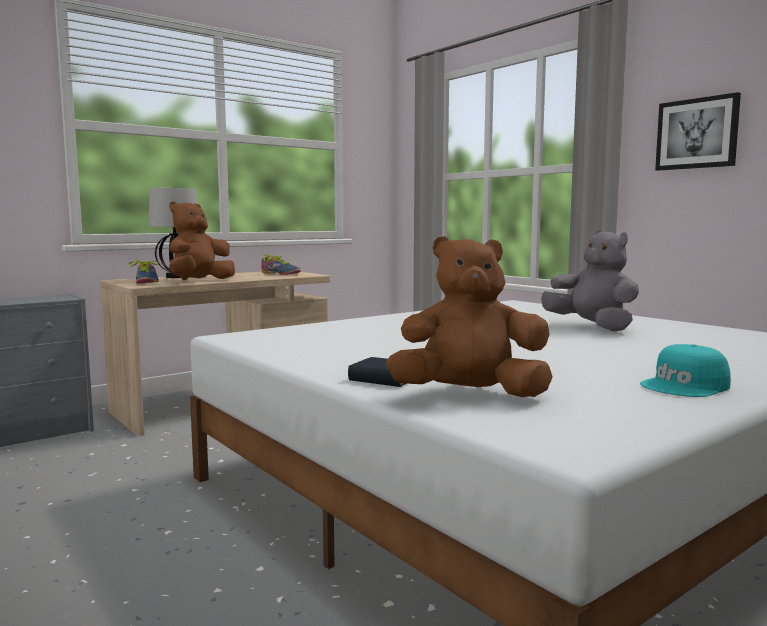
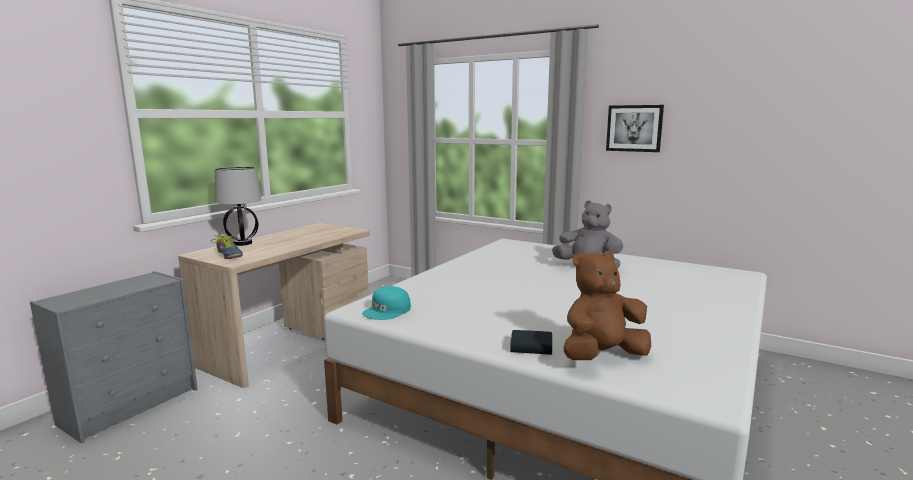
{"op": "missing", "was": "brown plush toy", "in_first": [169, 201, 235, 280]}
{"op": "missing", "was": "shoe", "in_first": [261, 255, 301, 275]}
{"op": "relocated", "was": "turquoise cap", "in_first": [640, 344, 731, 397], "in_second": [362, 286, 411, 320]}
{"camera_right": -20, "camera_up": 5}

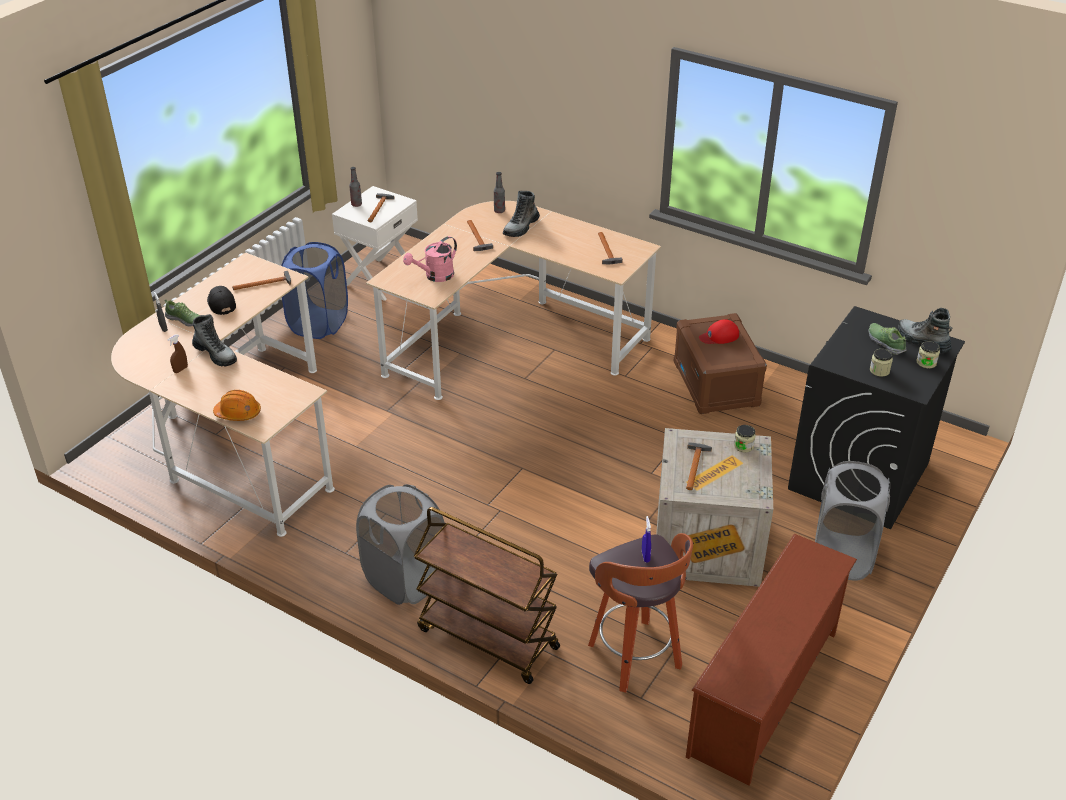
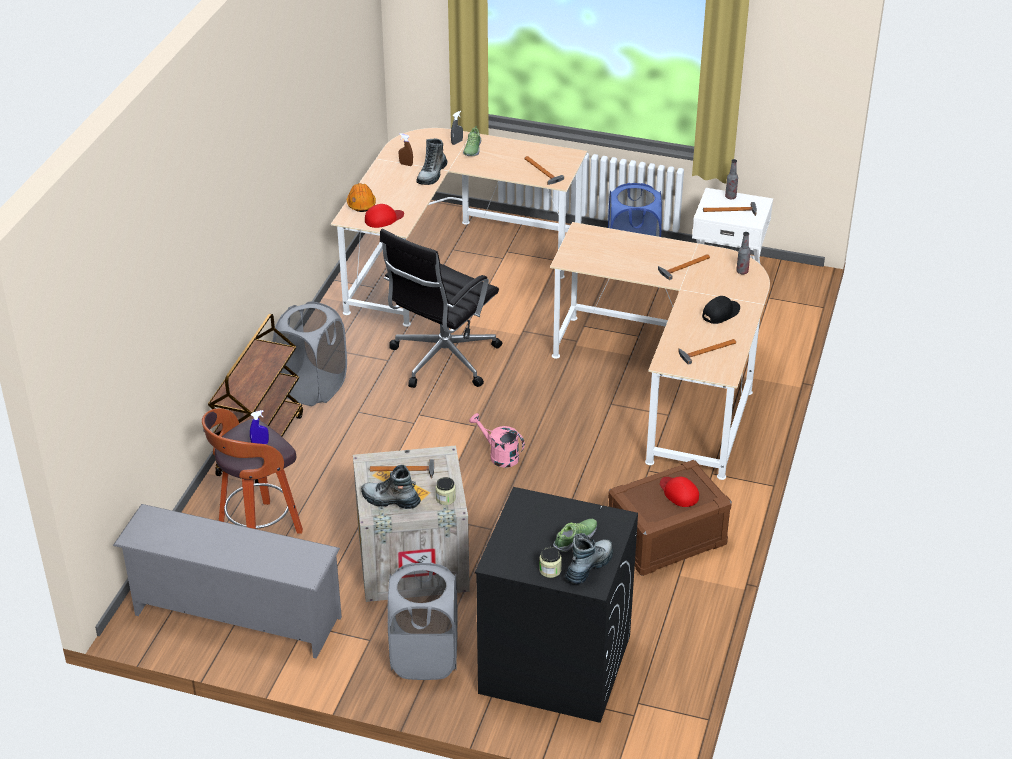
{"op": "missing", "was": "jar", "in_first": [870, 349, 893, 377]}
{"op": "appeared", "now": "red cap", "in_second": [365, 204, 404, 228]}
{"op": "appeared", "now": "black office chair", "in_second": [380, 229, 502, 388]}
{"op": "relocated", "was": "black cap", "in_first": [207, 286, 236, 315], "in_second": [702, 296, 740, 324]}
{"op": "relocated", "was": "pink watering can", "in_first": [403, 236, 457, 282], "in_second": [469, 413, 525, 468]}
{"op": "relocated", "was": "boot", "in_first": [503, 191, 540, 237], "in_second": [361, 465, 421, 509]}
{"op": "colour", "was": "brown shoe rack", "now": "grey shoe rack", "in_first": [686, 534, 857, 786], "in_second": [113, 504, 342, 659]}
{"camera_right": 75, "camera_up": 0}

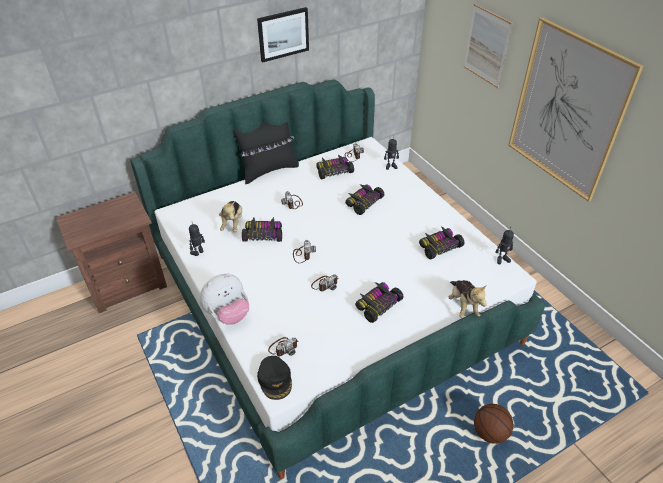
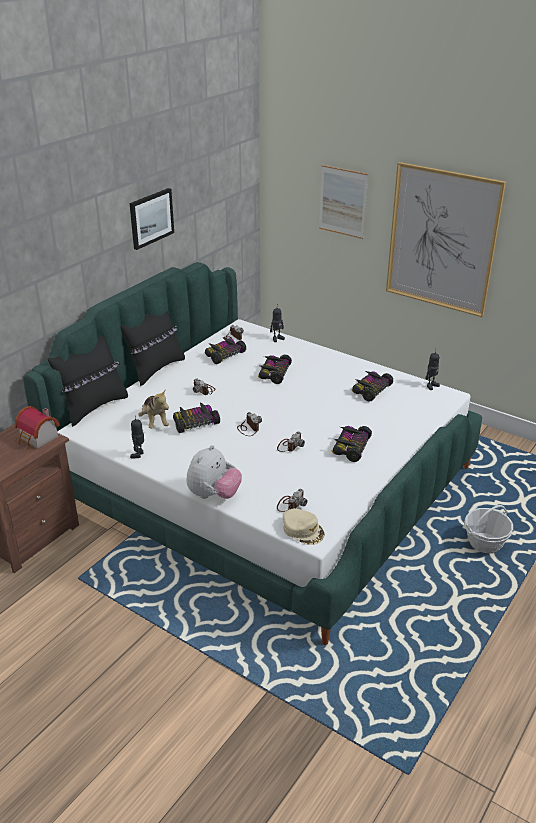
{"op": "missing", "was": "plush toy", "in_first": [449, 280, 487, 318]}
{"op": "appeared", "now": "toy house", "in_second": [15, 406, 60, 450]}
{"op": "appeared", "now": "black pillow", "in_second": [48, 335, 128, 427]}
{"op": "exchanged", "was": "basketball", "now": "basket", "in_first": [474, 404, 514, 444], "in_second": [464, 505, 513, 553]}
{"op": "colour", "was": "black cap", "now": "beige cap", "in_first": [257, 356, 292, 400], "in_second": [283, 508, 325, 545]}
{"camera_right": -25, "camera_up": -10}

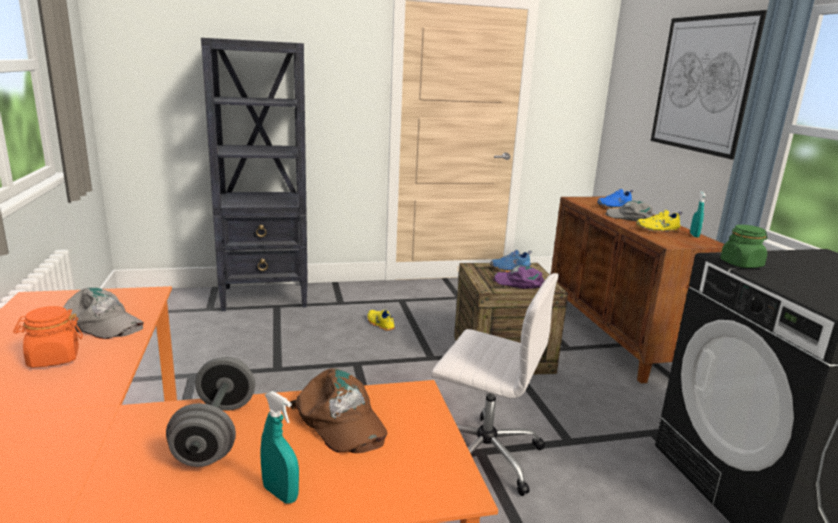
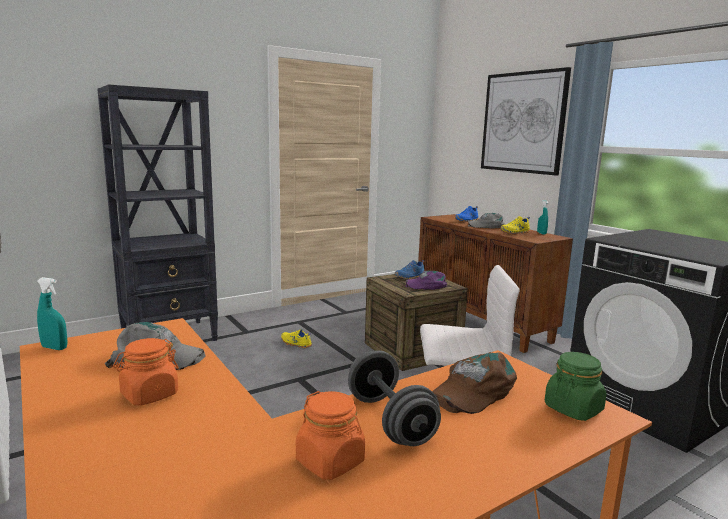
{"op": "appeared", "now": "orange jar", "in_second": [296, 391, 365, 480]}
{"op": "relocated", "was": "turquoise spray bottle", "in_first": [261, 391, 299, 504], "in_second": [37, 277, 67, 350]}
{"op": "relocated", "was": "green jar", "in_first": [720, 225, 767, 268], "in_second": [545, 352, 606, 421]}
{"op": "spun", "was": "brown cap", "in_first": [290, 368, 387, 453], "in_second": [432, 352, 517, 414], "clockwise": 105}
{"camera_right": -20, "camera_up": -5}

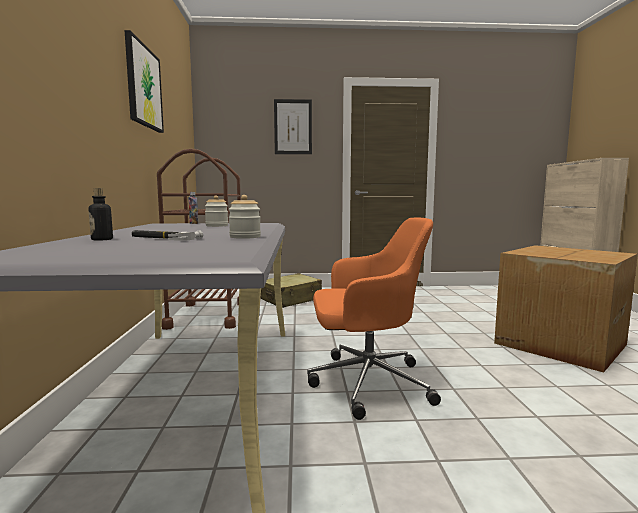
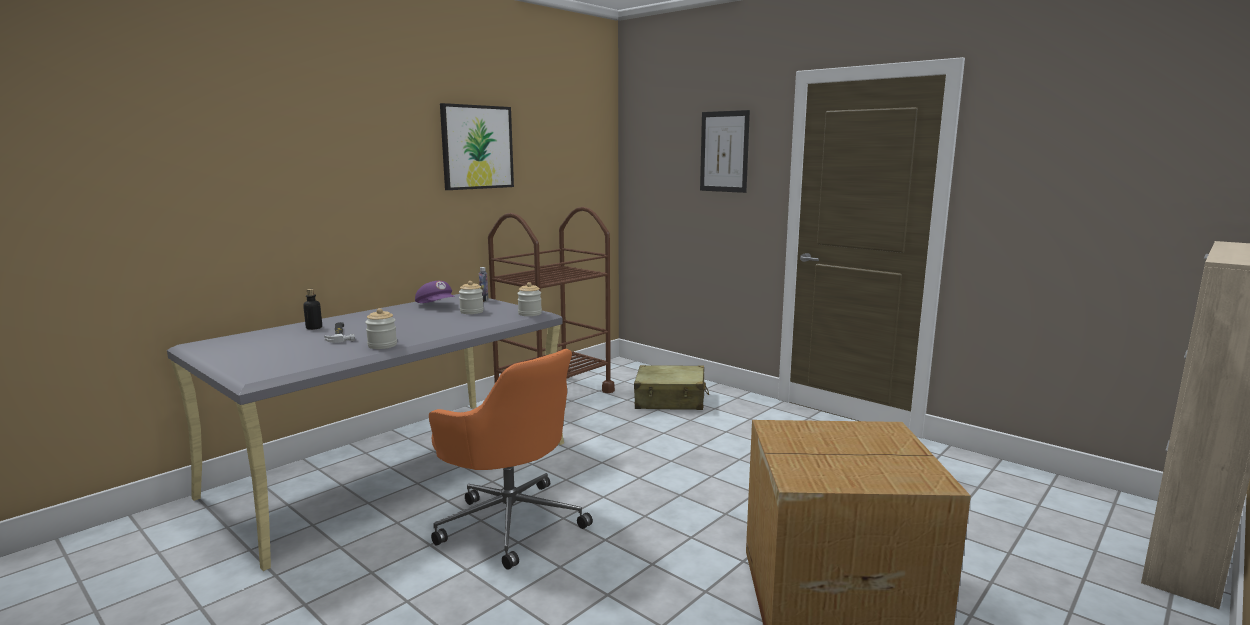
{"op": "appeared", "now": "purple cap", "in_second": [415, 281, 455, 303]}
{"op": "appeared", "now": "jar", "in_second": [517, 282, 542, 316]}
{"camera_right": 45, "camera_up": 5}

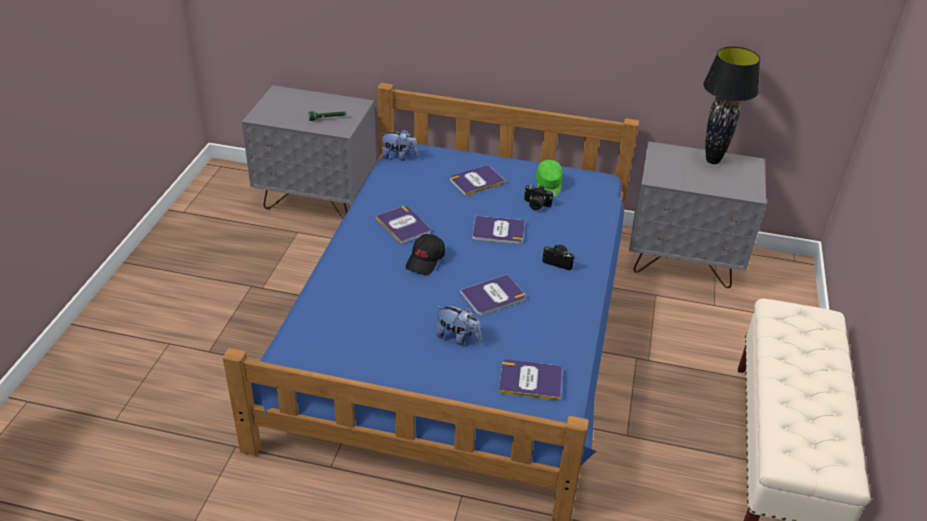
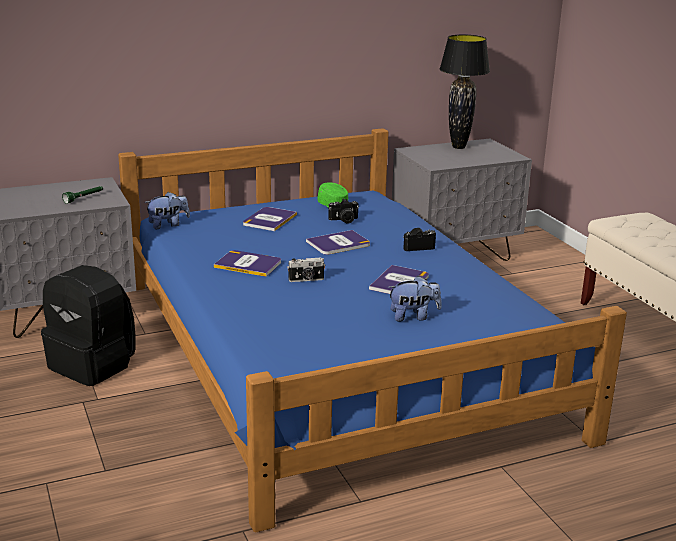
{"op": "missing", "was": "book", "in_first": [499, 360, 562, 400]}
{"op": "appeared", "now": "black backpack", "in_second": [41, 265, 136, 386]}
{"op": "exchanged", "was": "black cap", "now": "photo camera", "in_first": [406, 234, 445, 275], "in_second": [287, 258, 326, 282]}
{"camera_right": -35, "camera_up": -15}

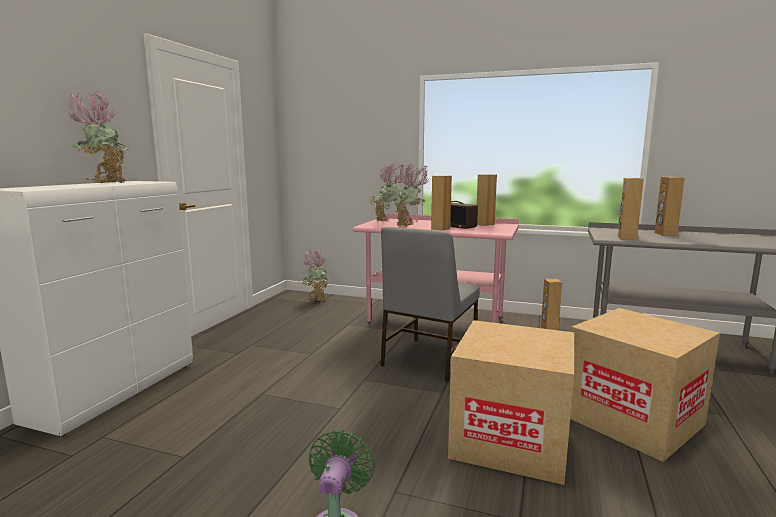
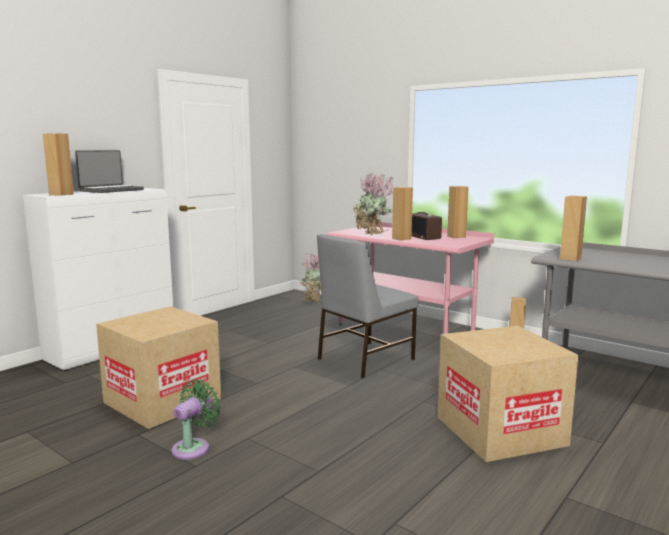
{"op": "relocated", "was": "cardboard box", "in_first": [448, 320, 574, 485], "in_second": [96, 306, 221, 429]}
{"op": "relocated", "was": "brown speaker", "in_first": [655, 177, 685, 236], "in_second": [43, 133, 74, 196]}
{"op": "exchanged", "was": "potted plant", "now": "laptop", "in_first": [67, 92, 128, 183], "in_second": [75, 150, 144, 193]}
{"camera_right": 20, "camera_up": 0}

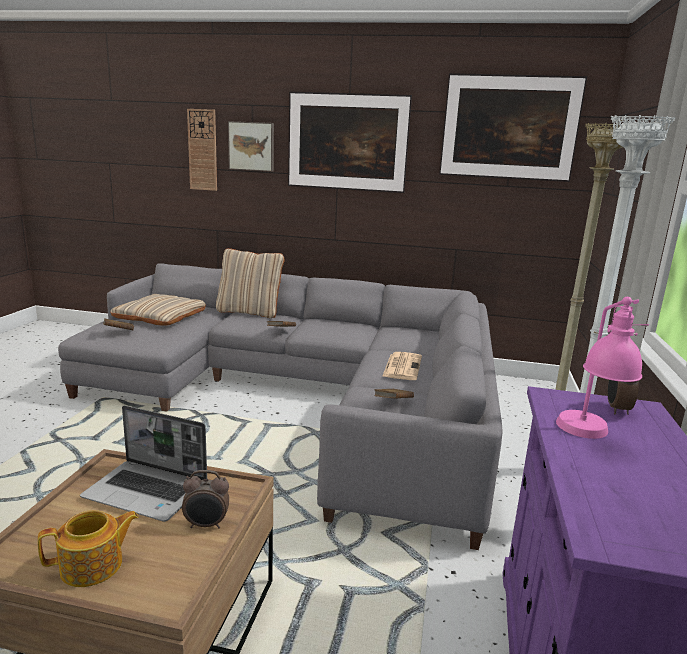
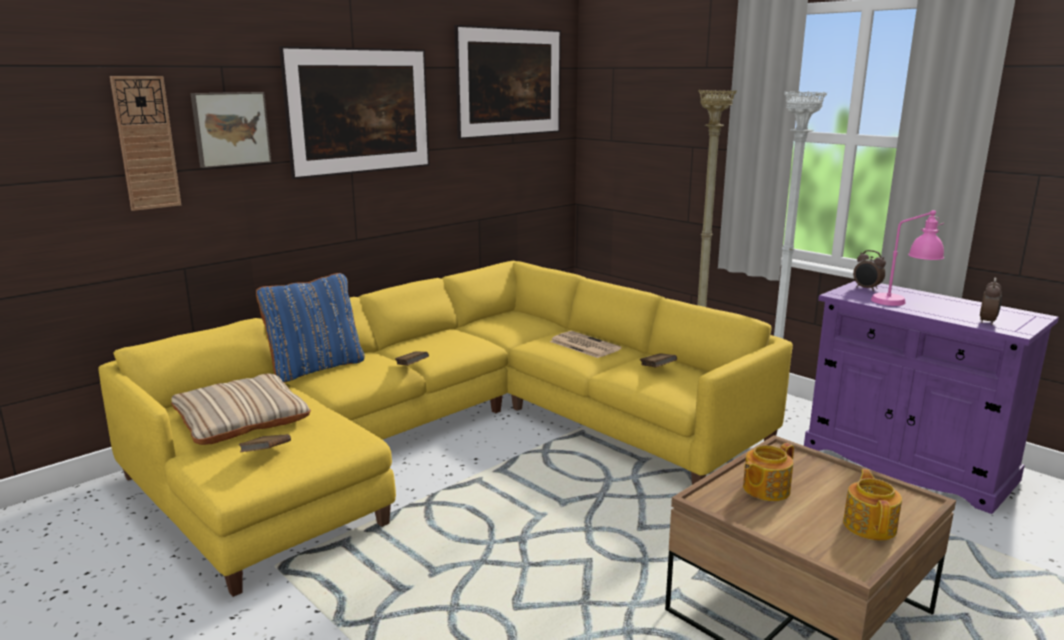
{"op": "relocated", "was": "alarm clock", "in_first": [182, 470, 229, 529], "in_second": [980, 278, 1002, 325]}
{"op": "exchanged", "was": "laptop", "now": "teapot", "in_first": [80, 405, 207, 522], "in_second": [743, 443, 794, 501]}
{"op": "colour", "was": "grey sofa", "now": "yellow sofa", "in_first": [58, 263, 503, 550], "in_second": [98, 261, 793, 597]}
{"op": "colour", "was": "beige pillow", "now": "blue pillow", "in_first": [216, 248, 284, 318], "in_second": [256, 273, 365, 383]}
{"camera_right": -55, "camera_up": 0}

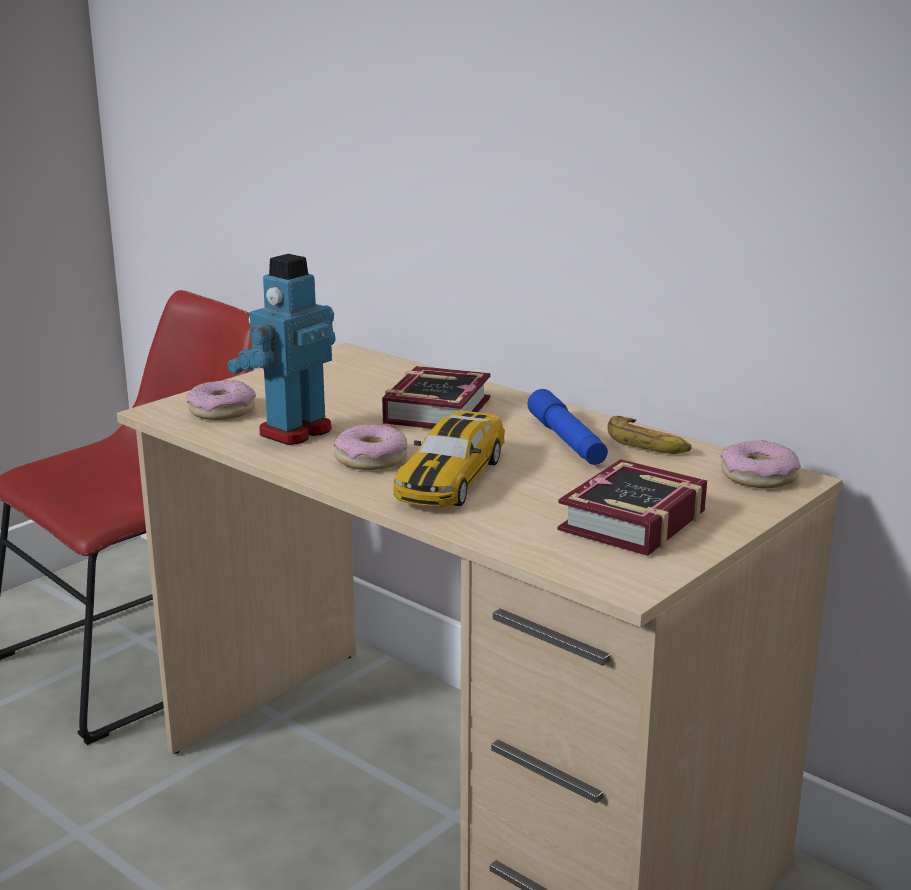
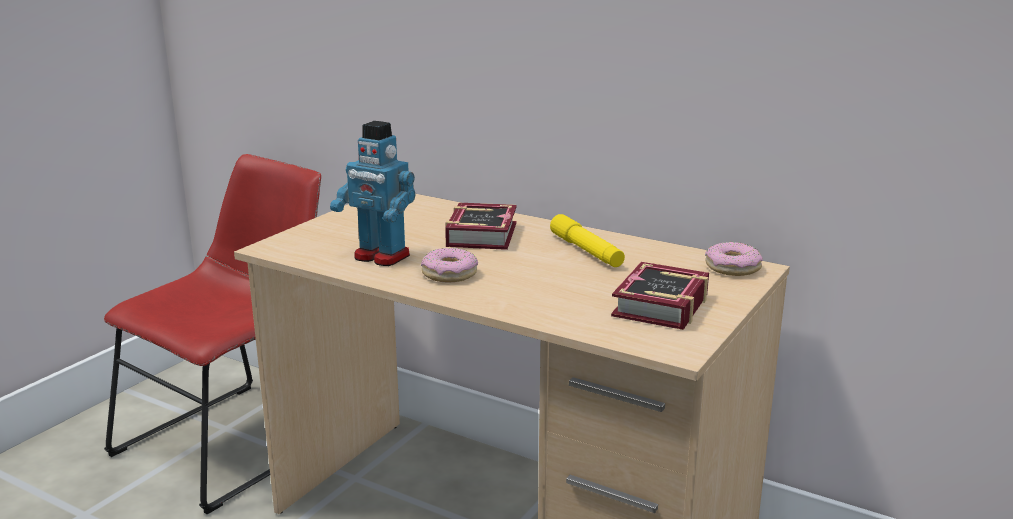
{"op": "missing", "was": "donut", "in_first": [186, 380, 256, 420]}
{"op": "missing", "was": "toy car", "in_first": [393, 410, 505, 508]}
{"op": "missing", "was": "banana", "in_first": [607, 416, 692, 454]}
{"op": "colour", "was": "blue flashlight", "now": "yellow flashlight", "in_first": [527, 389, 608, 465], "in_second": [550, 214, 625, 267]}
{"op": "spun", "was": "toy robot", "in_first": [228, 254, 336, 445], "in_second": [330, 121, 415, 266], "clockwise": -90}
{"camera_right": -10, "camera_up": 0}

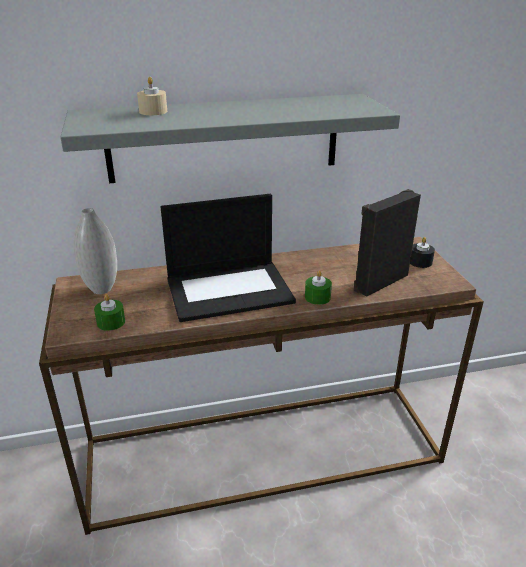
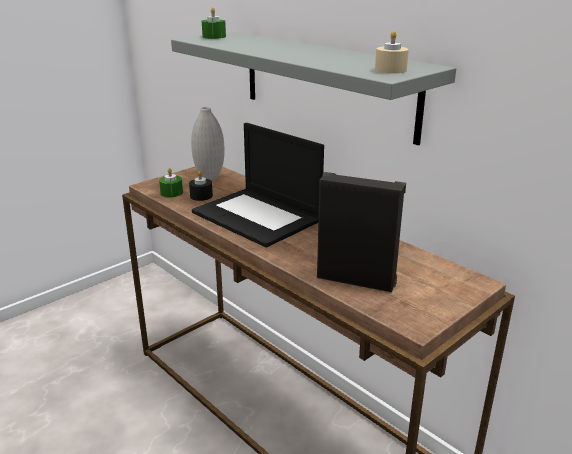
{"op": "relocated", "was": "beige candle", "in_first": [137, 77, 167, 115], "in_second": [375, 31, 409, 74]}
{"op": "relocated", "was": "green candle", "in_first": [305, 270, 332, 305], "in_second": [202, 7, 226, 39]}
{"op": "relocated", "was": "black candle", "in_first": [410, 237, 435, 268], "in_second": [189, 171, 213, 201]}
{"camera_right": 60, "camera_up": -5}

